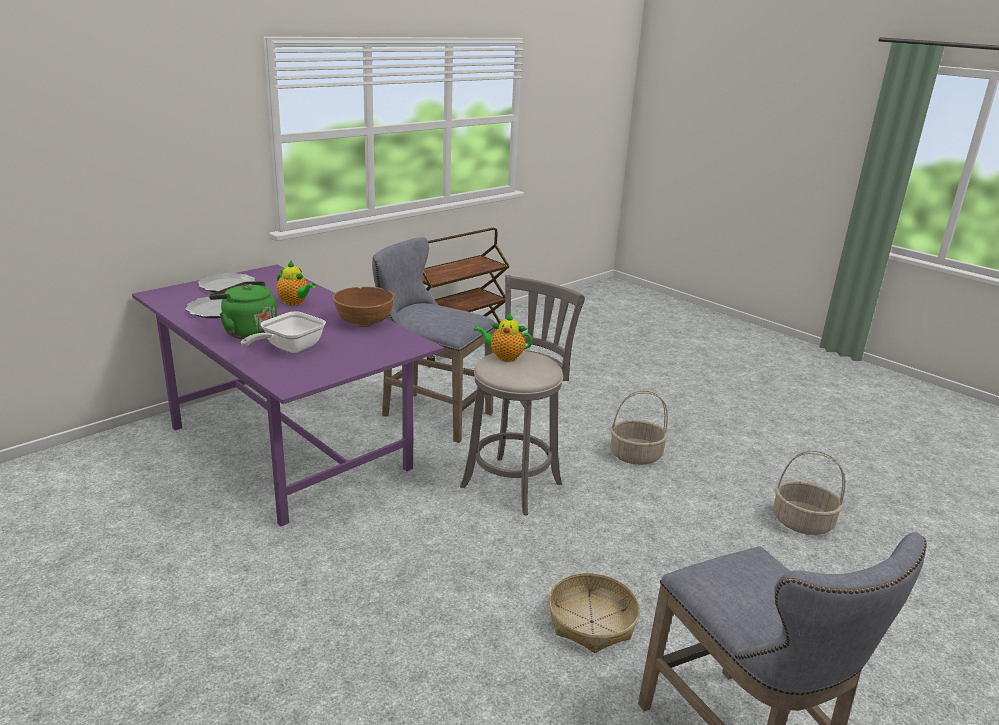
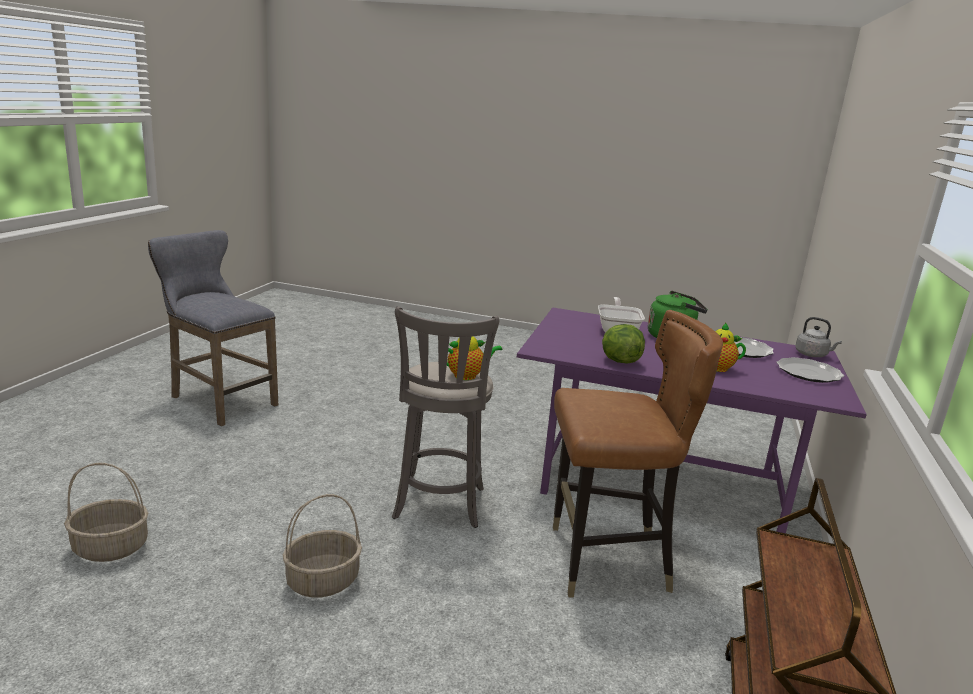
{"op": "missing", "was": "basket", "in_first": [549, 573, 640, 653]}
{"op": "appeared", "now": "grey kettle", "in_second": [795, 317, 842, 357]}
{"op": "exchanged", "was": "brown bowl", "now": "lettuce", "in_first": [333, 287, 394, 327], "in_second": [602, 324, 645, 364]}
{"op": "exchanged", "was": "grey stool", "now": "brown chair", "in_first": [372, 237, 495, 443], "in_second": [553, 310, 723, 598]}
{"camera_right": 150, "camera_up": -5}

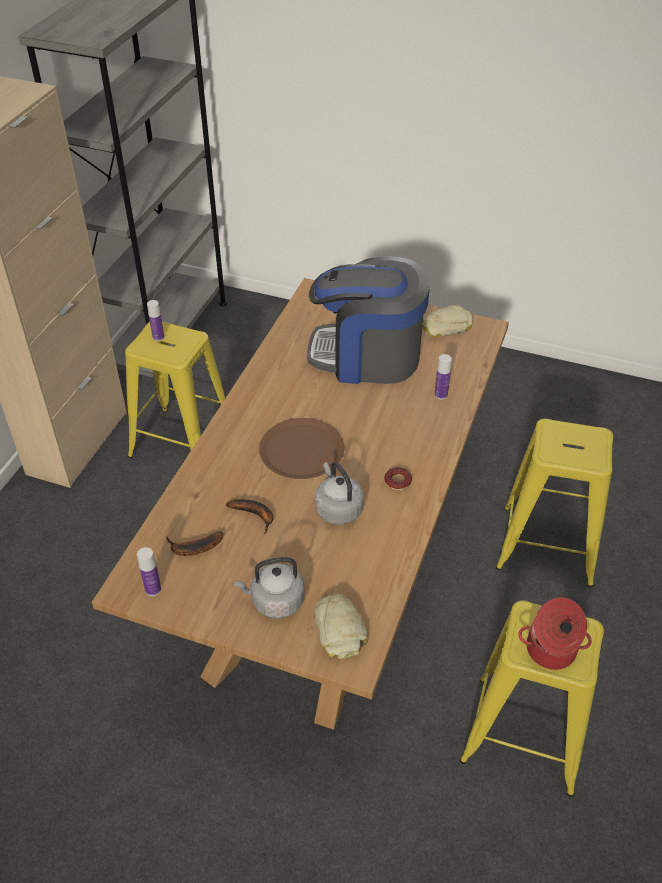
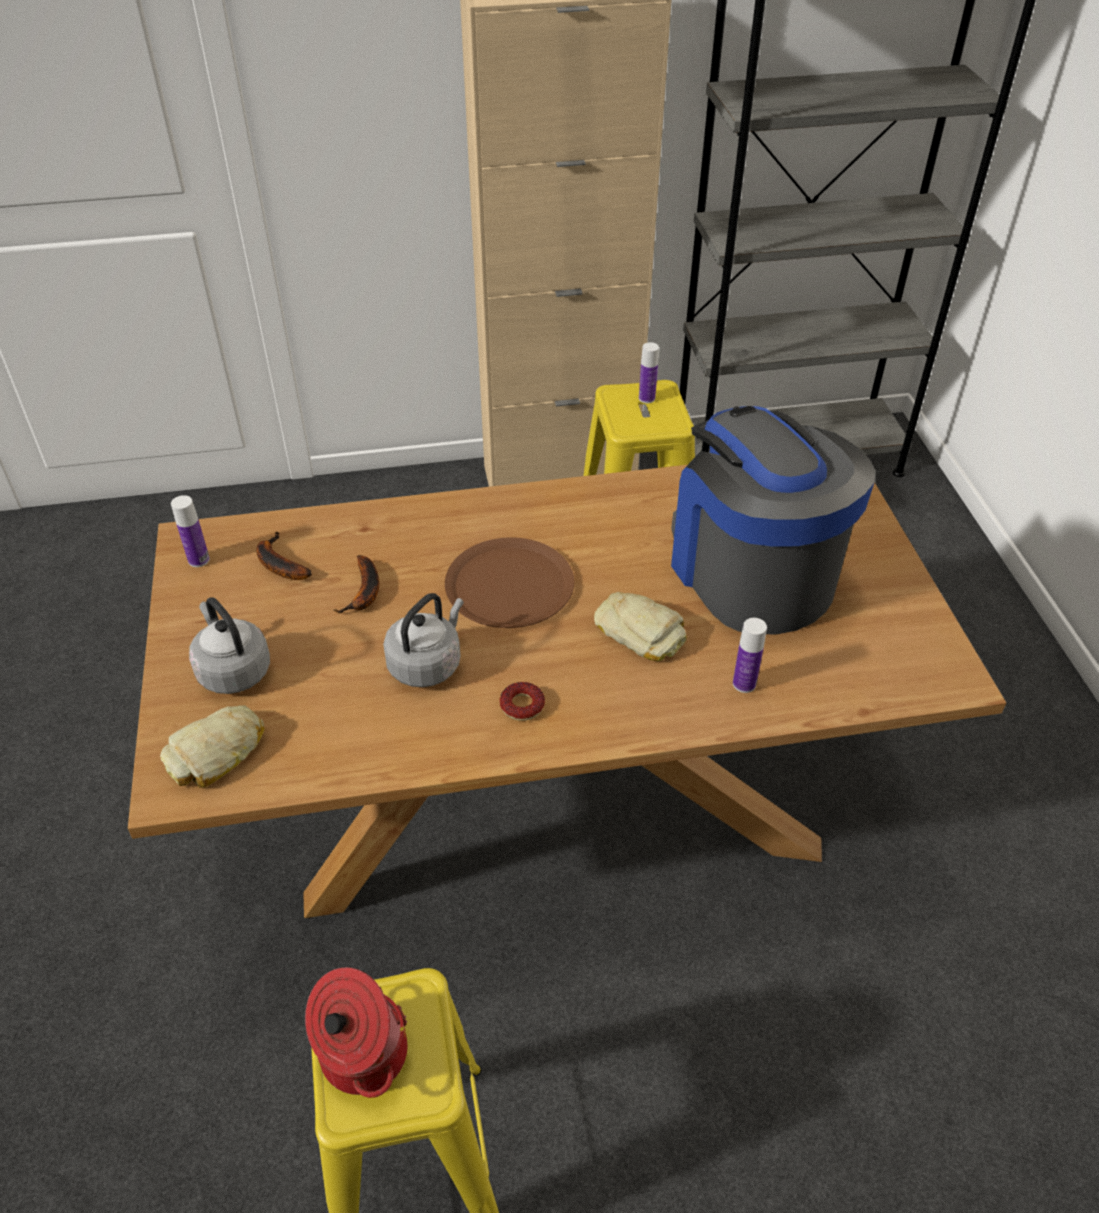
{"op": "missing", "was": "yellow stool", "in_first": [496, 419, 613, 587]}
{"op": "relocated", "was": "bread", "in_first": [422, 305, 473, 337], "in_second": [594, 592, 687, 661]}
{"camera_right": 60, "camera_up": 0}

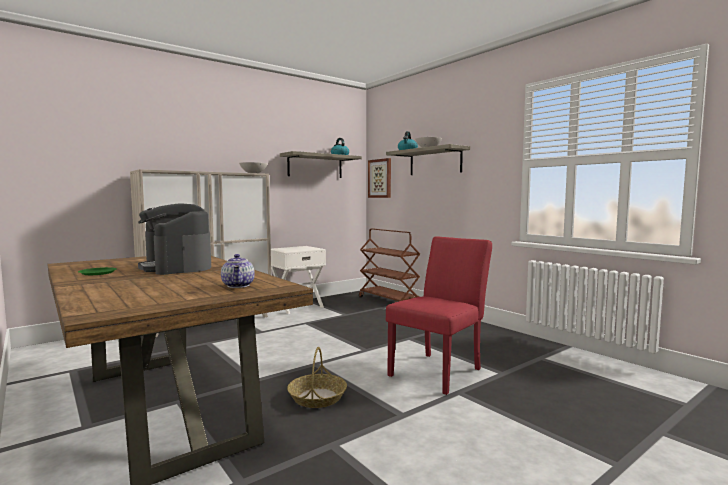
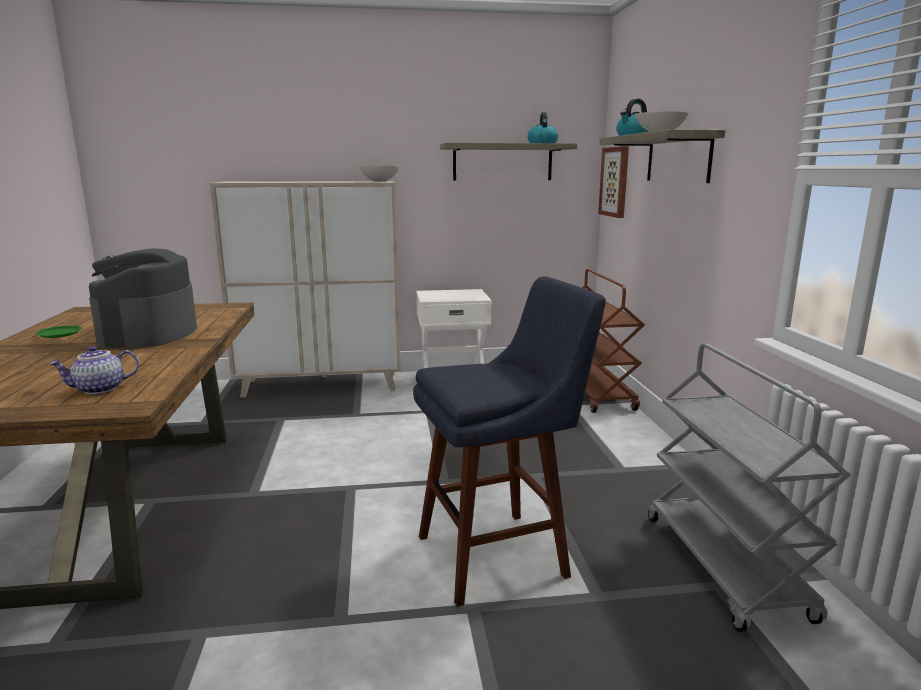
{"op": "missing", "was": "basket", "in_first": [287, 347, 347, 408]}
{"op": "appeared", "now": "grey cart", "in_second": [648, 344, 851, 632]}
{"op": "exchanged", "was": "red chair", "now": "blue stool", "in_first": [386, 236, 492, 395], "in_second": [413, 276, 606, 607]}
{"op": "spun", "was": "teapot", "in_first": [221, 254, 255, 288], "in_second": [49, 346, 139, 394], "clockwise": 45}
{"camera_right": 30, "camera_up": 10}

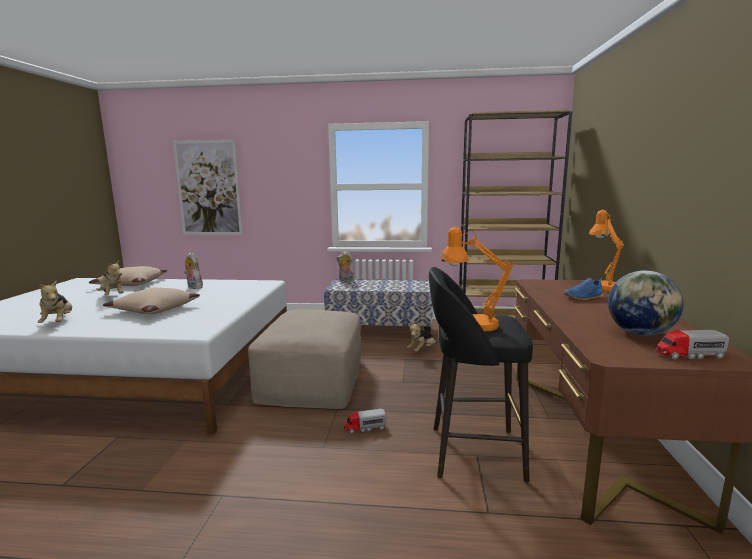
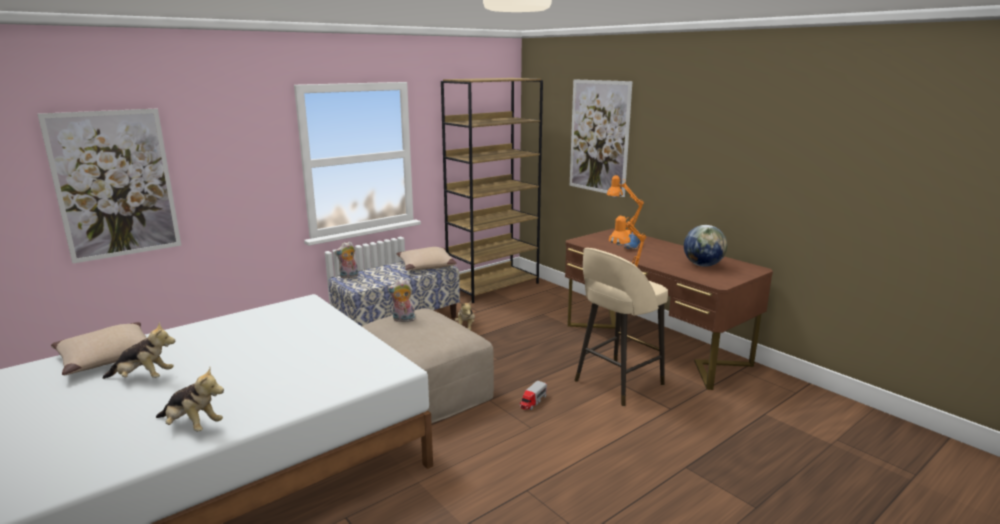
{"op": "missing", "was": "toy truck", "in_first": [656, 330, 729, 359]}
{"op": "appeared", "now": "picture", "in_second": [570, 79, 633, 197]}
{"op": "relocated", "was": "beige pillow", "in_first": [103, 287, 200, 314], "in_second": [397, 247, 456, 270]}
{"op": "relocated", "was": "plush toy", "in_first": [184, 253, 203, 289], "in_second": [387, 279, 416, 322]}
{"op": "colour", "was": "black stool", "now": "beige stool", "in_first": [429, 267, 533, 482], "in_second": [575, 248, 668, 406]}
{"camera_right": -45, "camera_up": 5}

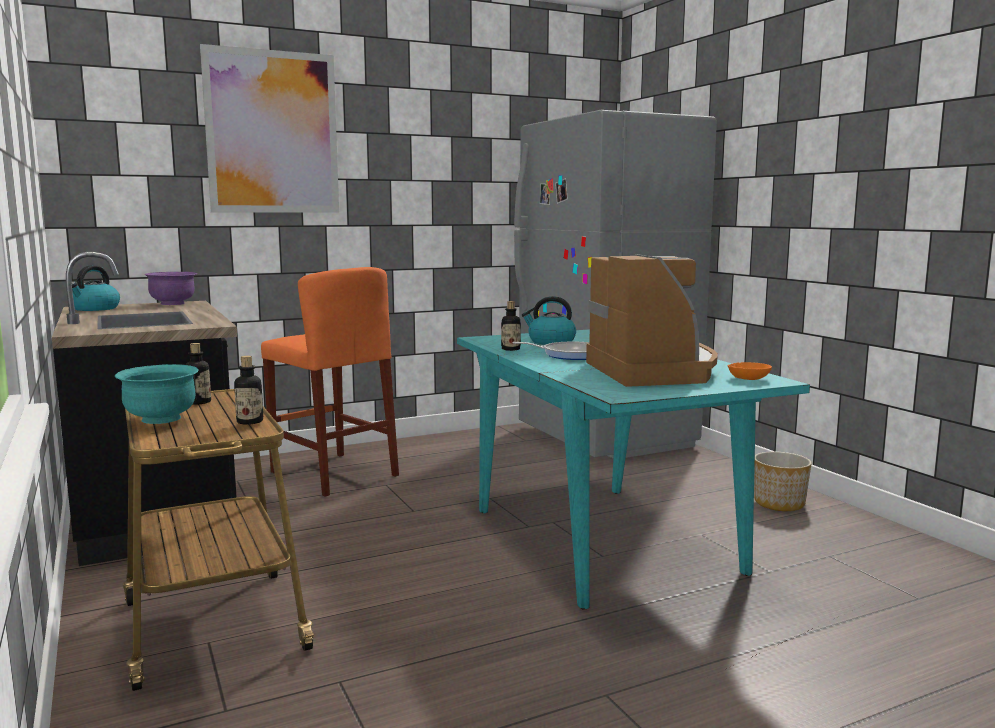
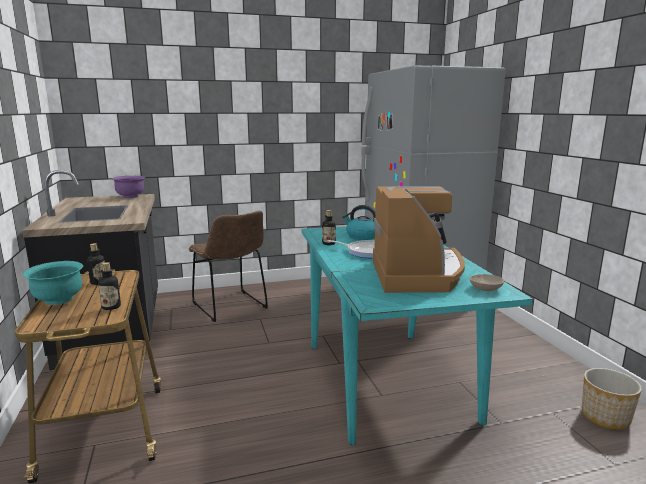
{"op": "missing", "was": "kettle", "in_first": [72, 265, 120, 311]}
{"op": "missing", "was": "picture", "in_first": [200, 44, 339, 212]}
{"op": "relocated", "was": "planter", "in_first": [754, 452, 812, 511], "in_second": [582, 368, 642, 430]}
{"op": "exchanged", "was": "orange stool", "now": "brown chair", "in_first": [261, 267, 399, 497], "in_second": [189, 210, 268, 322]}
{"op": "colour", "was": "orange bowl", "now": "beige bowl", "in_first": [727, 362, 772, 380], "in_second": [469, 274, 504, 291]}
{"camera_right": 10, "camera_up": 5}

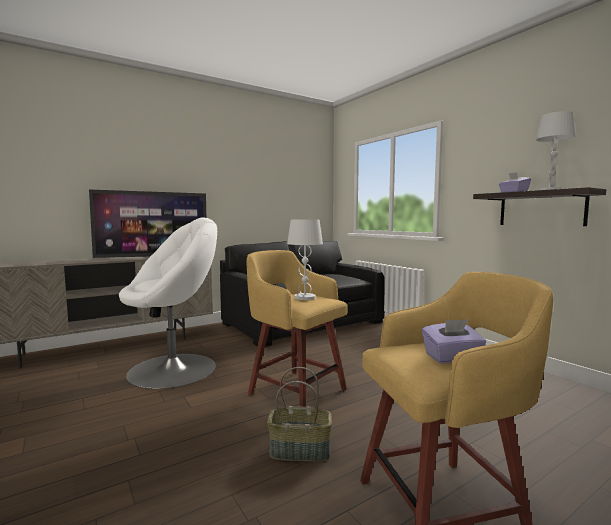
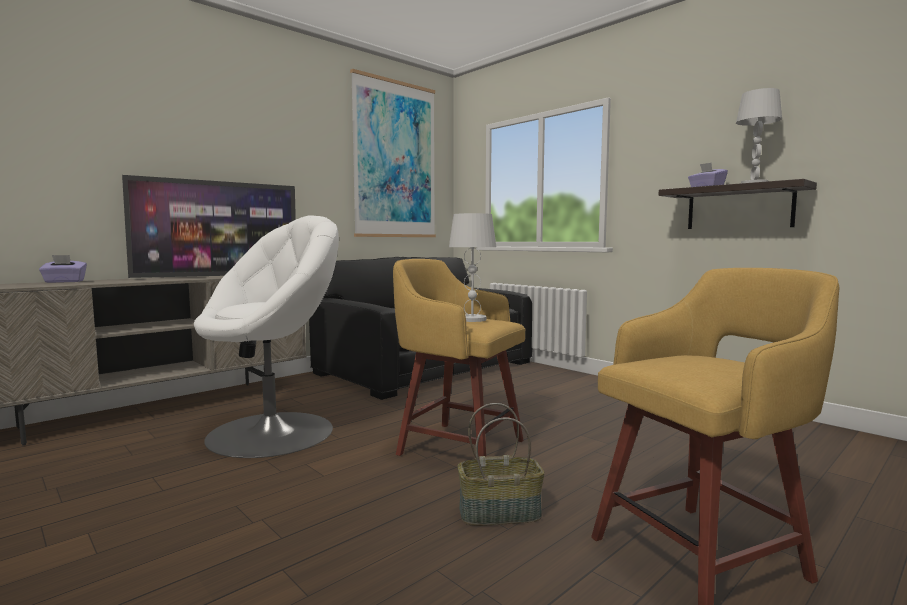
{"op": "appeared", "now": "picture", "in_second": [350, 69, 436, 237]}
{"op": "relocated", "was": "purple tissue box", "in_first": [422, 319, 486, 363], "in_second": [39, 255, 87, 283]}
{"camera_right": -10, "camera_up": 0}

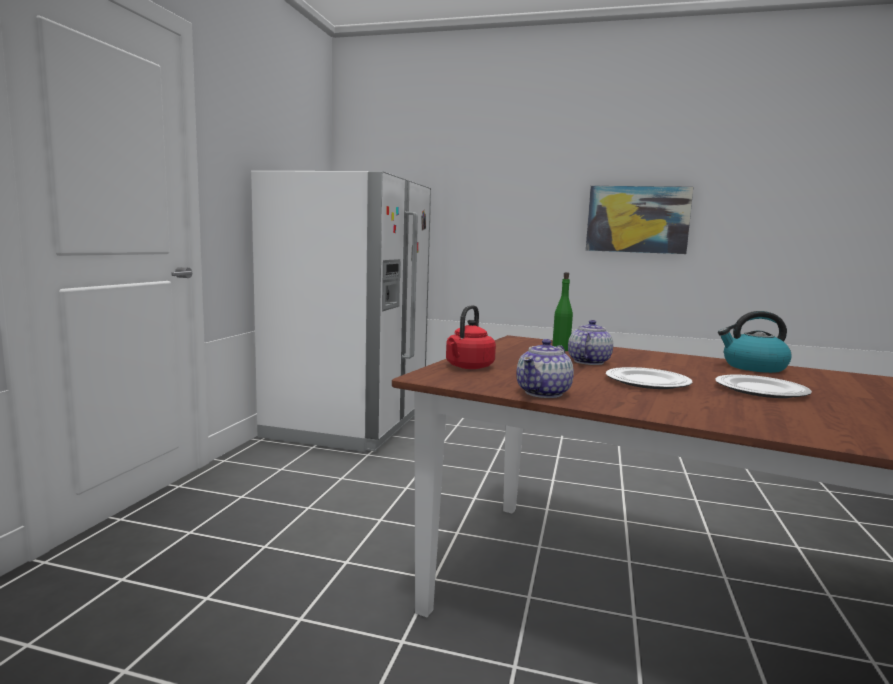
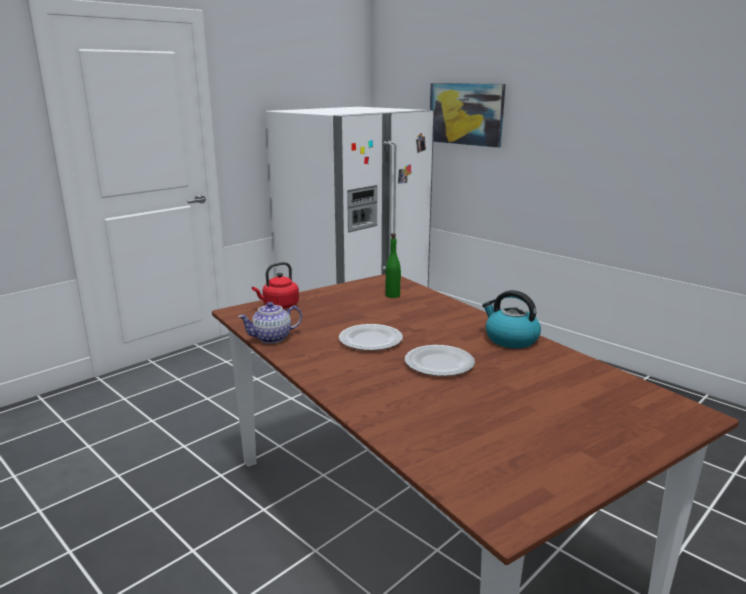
{"op": "missing", "was": "teapot", "in_first": [568, 320, 613, 365]}
{"op": "relocated", "was": "picture", "in_first": [586, 186, 693, 254], "in_second": [430, 83, 505, 148]}
{"camera_right": 30, "camera_up": 10}

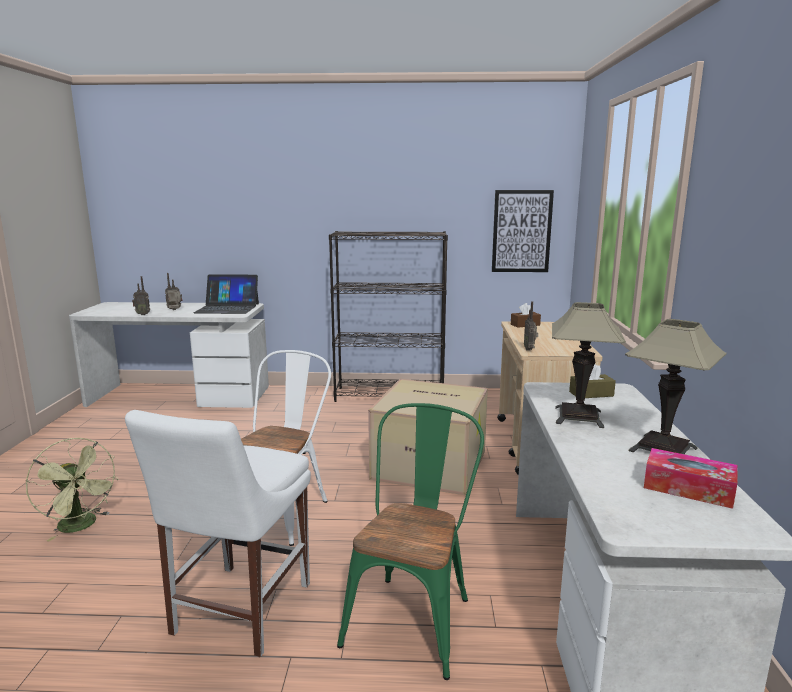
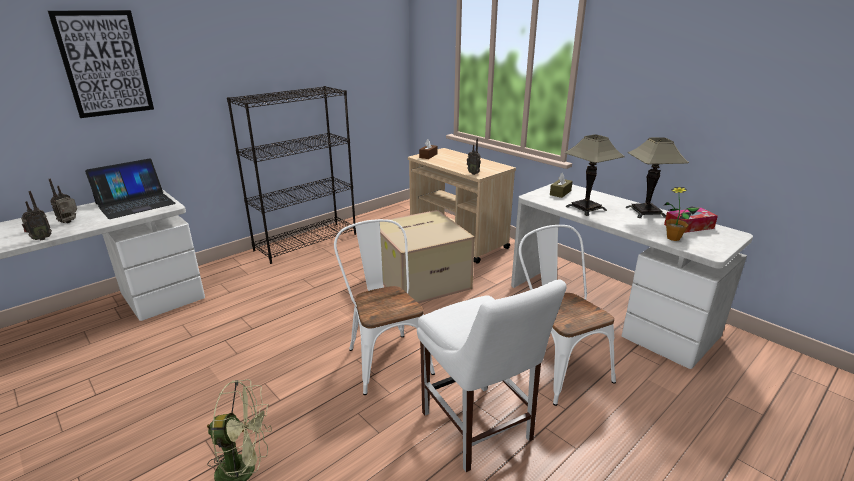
{"op": "appeared", "now": "potted plant", "in_second": [664, 187, 700, 241]}
{"op": "relocated", "was": "picture", "in_first": [492, 190, 554, 272], "in_second": [48, 10, 154, 118]}
{"op": "colour", "was": "green chair", "now": "white chair", "in_first": [337, 403, 484, 680], "in_second": [519, 225, 616, 406]}
{"camera_right": -45, "camera_up": 10}

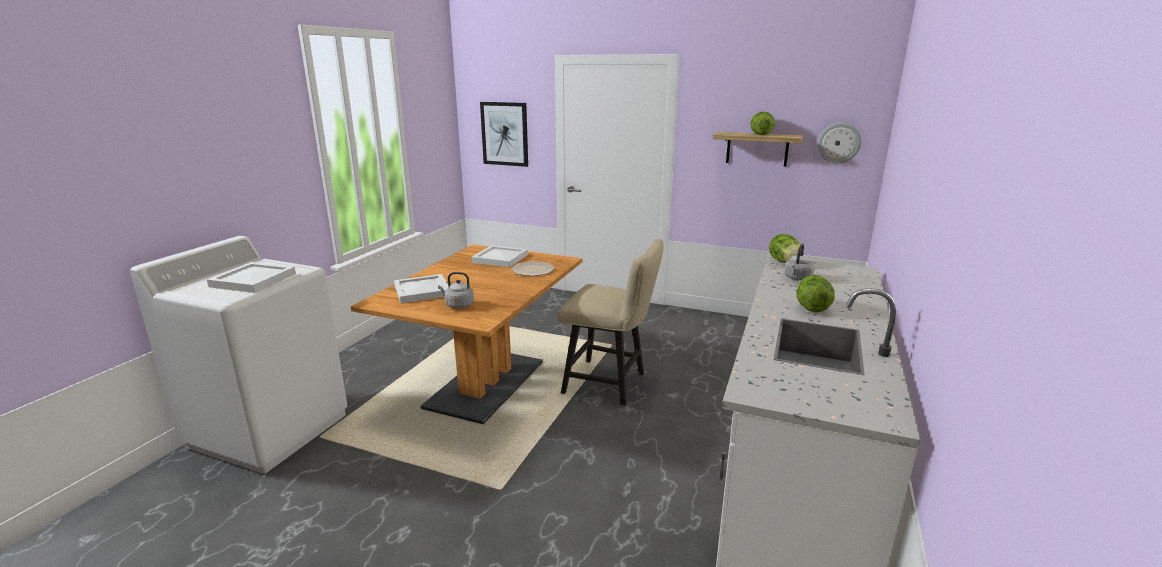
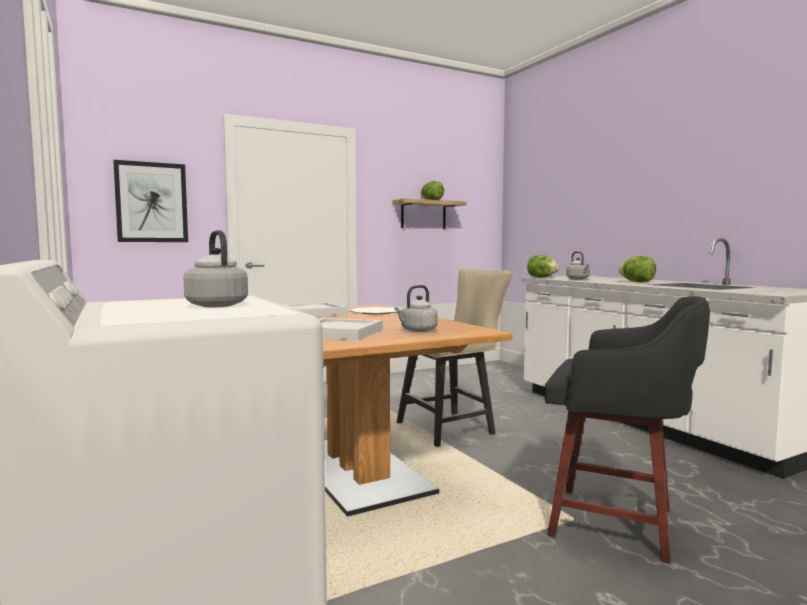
{"op": "missing", "was": "wall clock", "in_first": [818, 122, 862, 163]}
{"op": "appeared", "now": "black stool", "in_second": [545, 296, 710, 564]}
{"op": "exchanged", "was": "white tray", "now": "grey kettle", "in_first": [207, 262, 296, 293], "in_second": [184, 230, 248, 307]}
{"camera_right": -50, "camera_up": -15}

